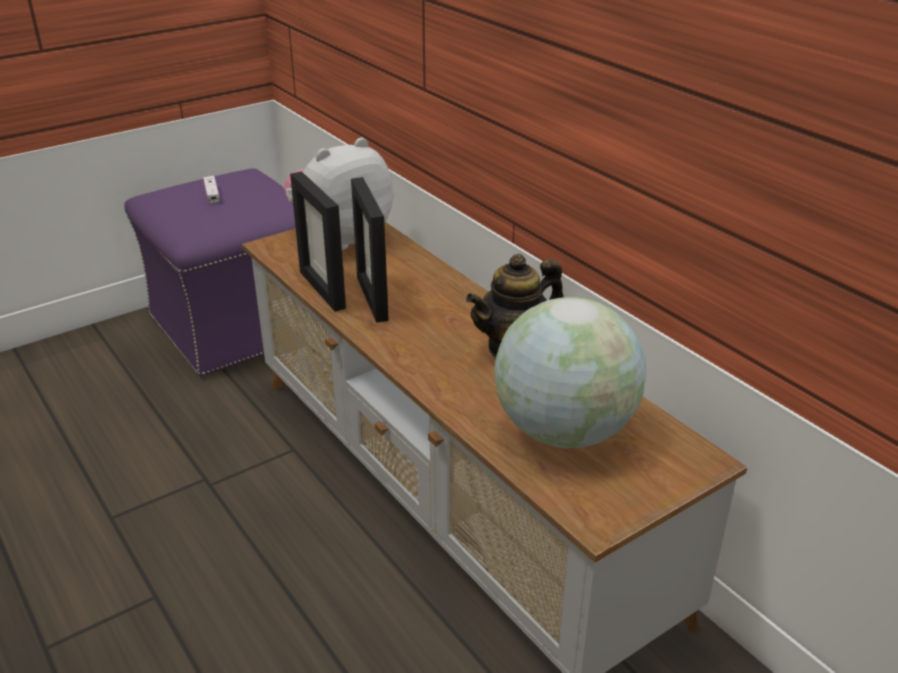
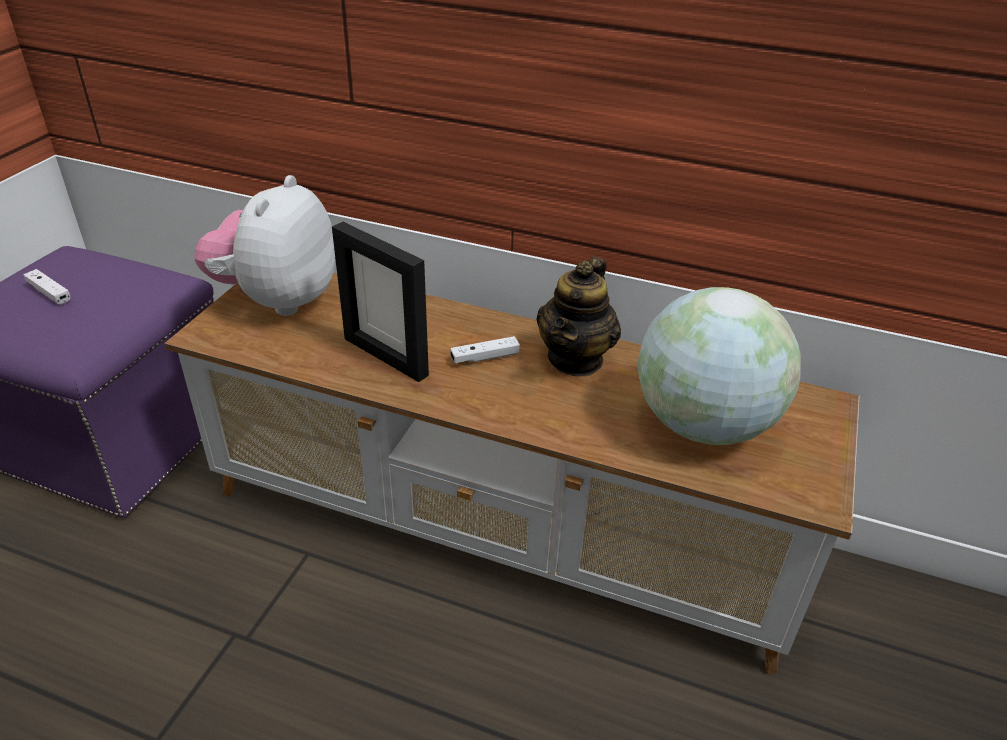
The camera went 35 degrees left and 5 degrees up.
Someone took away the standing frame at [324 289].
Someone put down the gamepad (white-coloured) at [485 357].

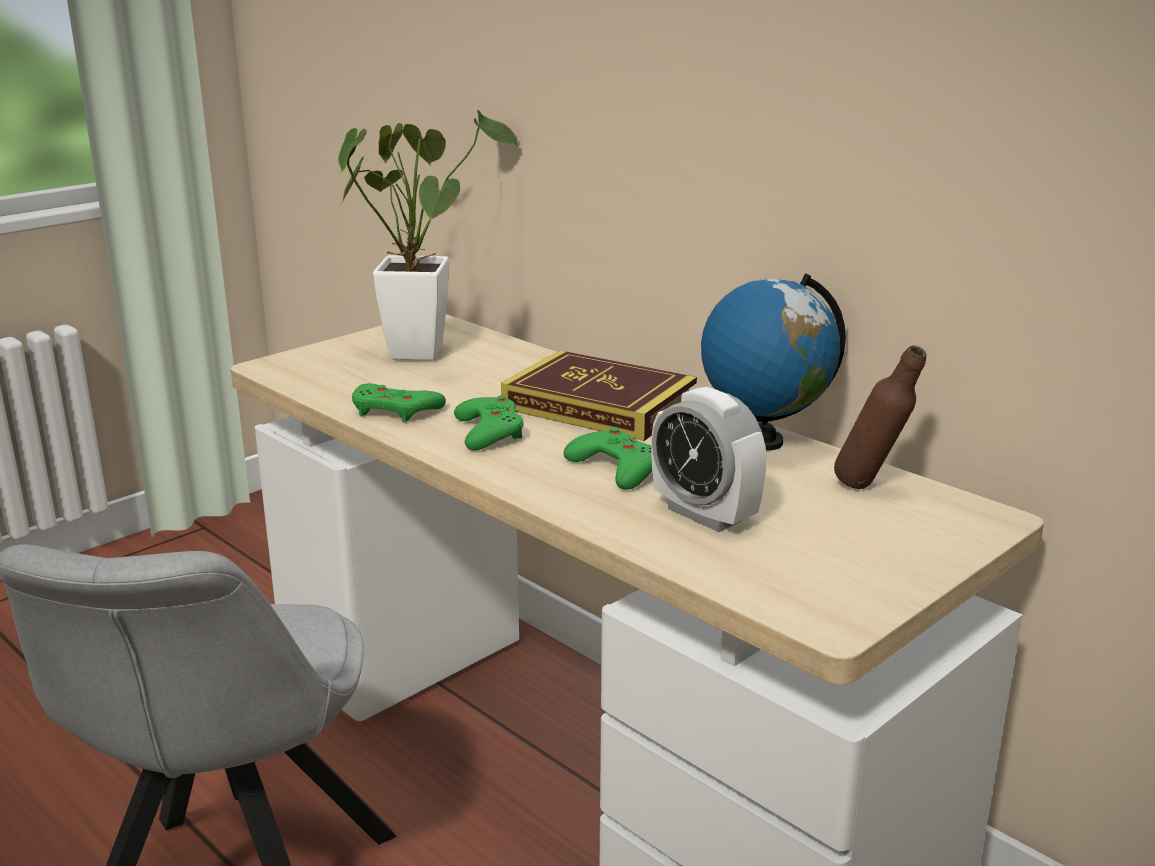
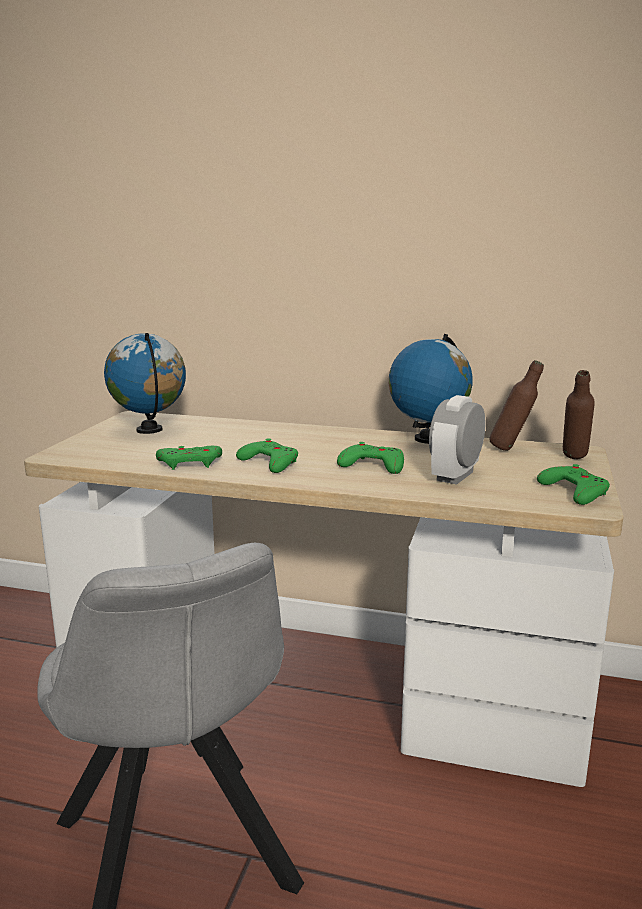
The camera went 30 degrees left and 5 degrees down.
Someone swapped the plant in a pot at [420 349] for the globe at [150 430].
Someone took away the volume at [599 405].
Someone rotated the alarm clock at [704 514] by 105 degrees clockwise.
Someone put down the gamepad (greenish) at [574 491].
Someone put down the bottle (brown-coloured) at [574 460].

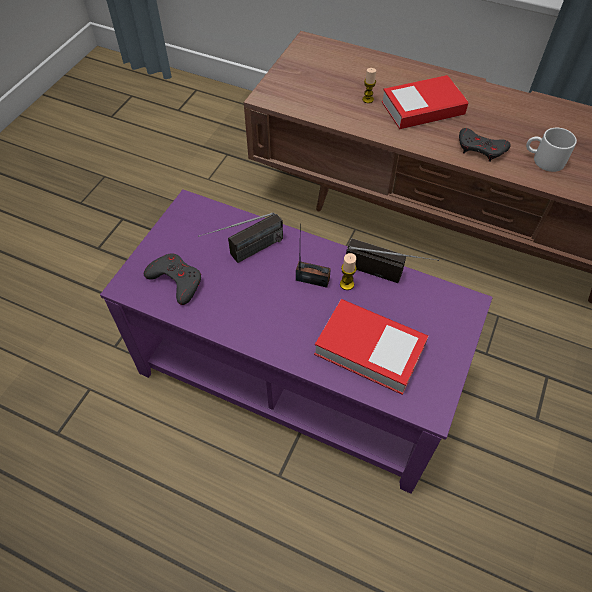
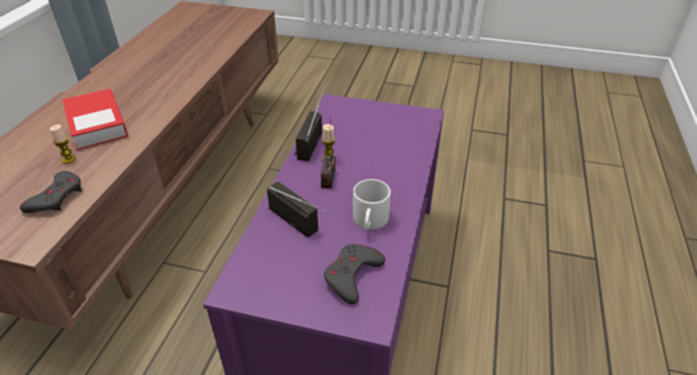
The camera went 100 degrees left and 15 degrees down.
Someone took away the volume at [370 350].
Someone carried the gamepad (greyish) from [481 148] to [56 197].
Someone carried the mug (white-coloured) from [543 160] to [370 221].

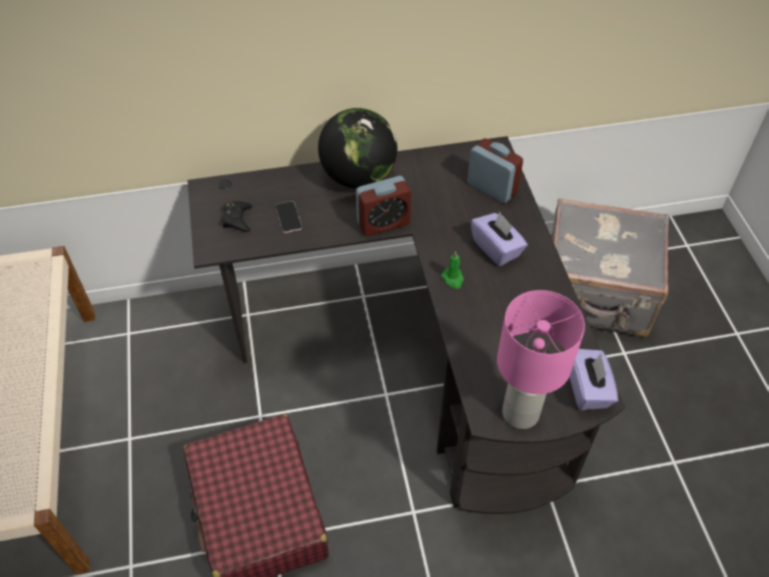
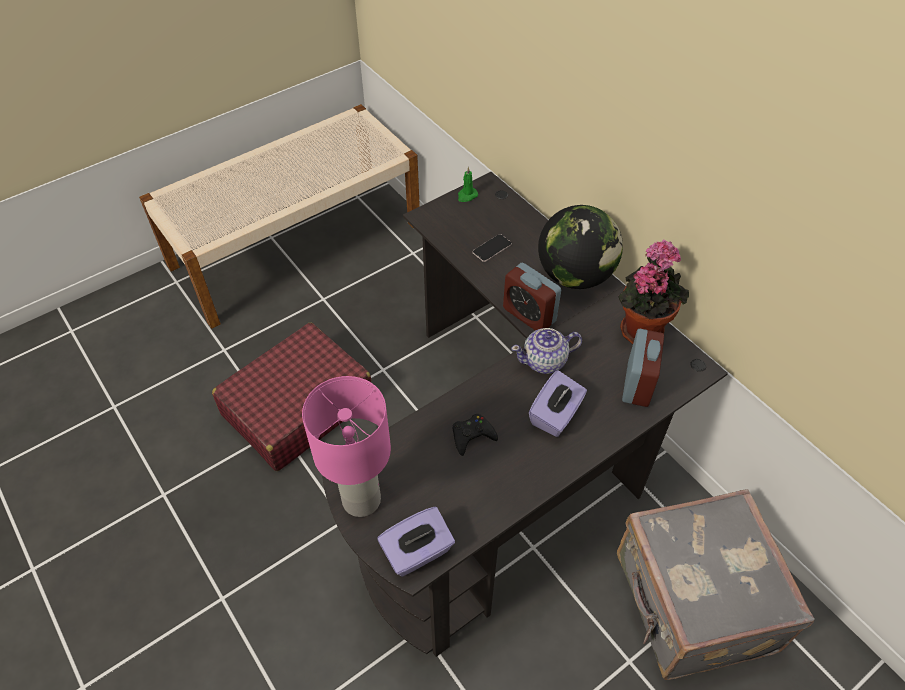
The camera went 65 degrees right and 0 degrees up.
Someone carried the gamepad (black-coloured) from [237 219] to [472 436].
Someone carried the wax light (greenish) from [453 279] to [467 196].
Someone put down the tea pot at [545 361].
Someone put down the plant in a pot at [641 328].

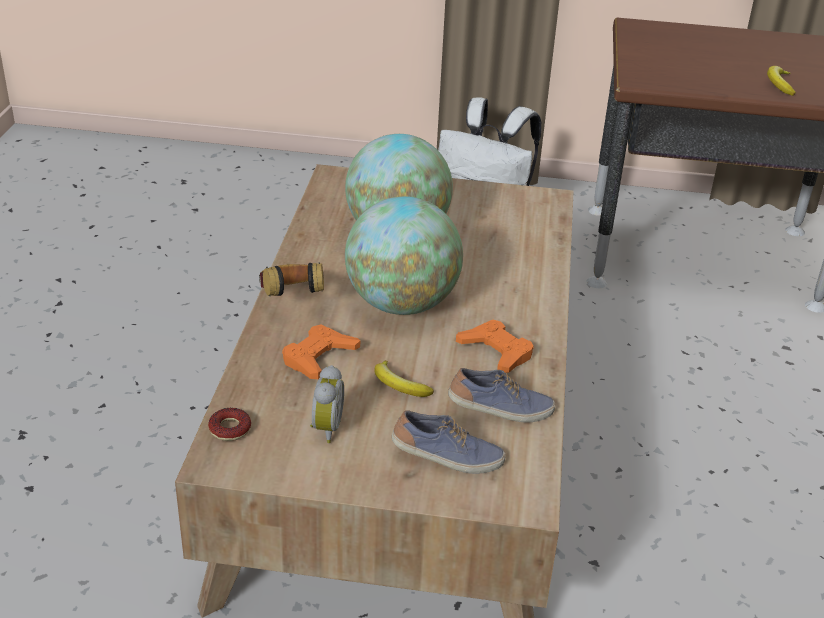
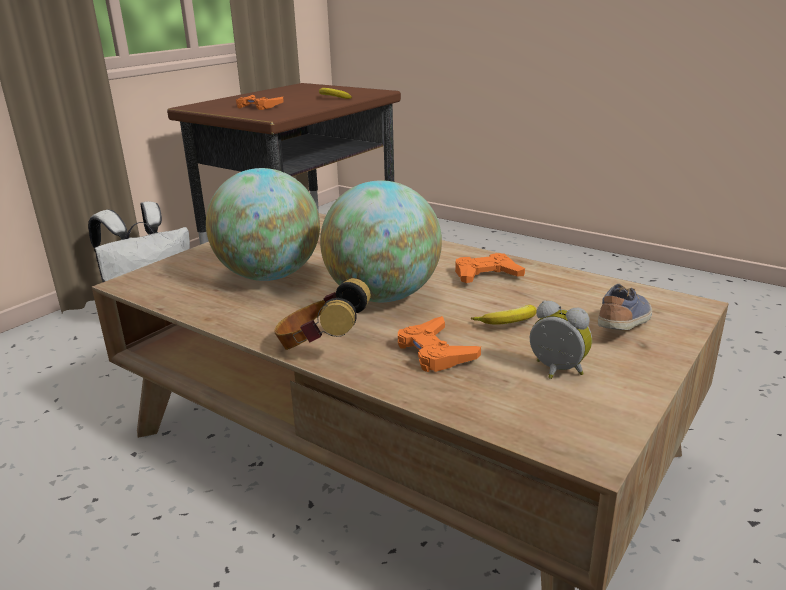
The camera went 60 degrees left and 10 degrees down.
Someone took away the donut at [230 429].
Someone took away the item of footwear at [500 410].
Someone put down the gamepad (orange-coloured) at [258 106].

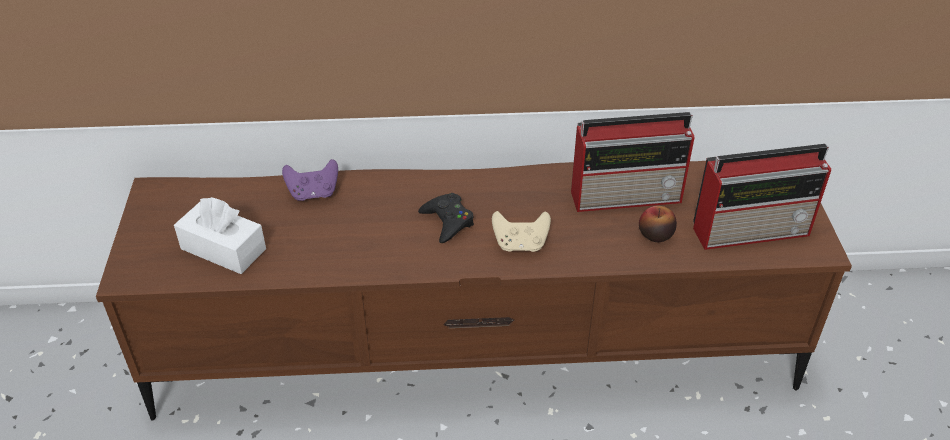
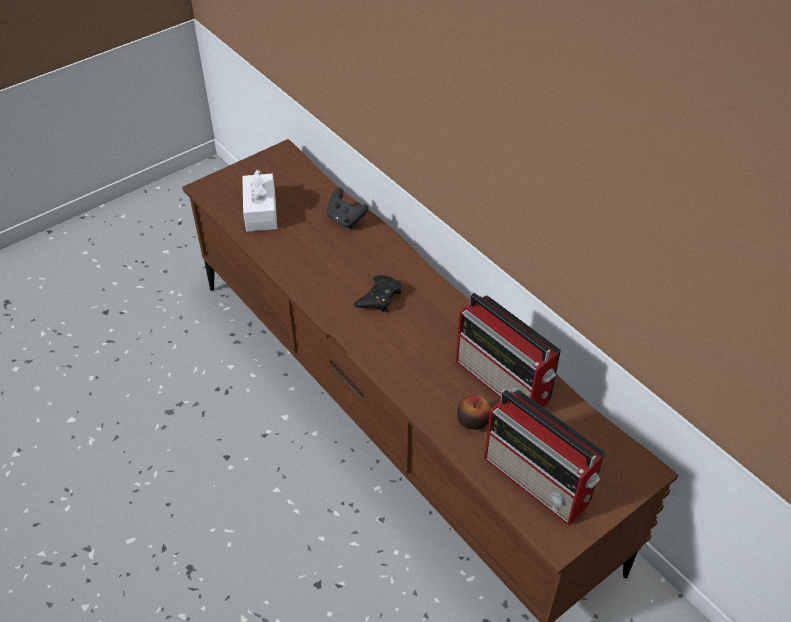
The camera went 55 degrees right and 5 degrees up.
Someone repainted the gamepad (purple-coloured) at [313 193], which became the gamepad (black-coloured) at [345 219].
Someone took away the gamepad (beige-coloured) at [520 244].

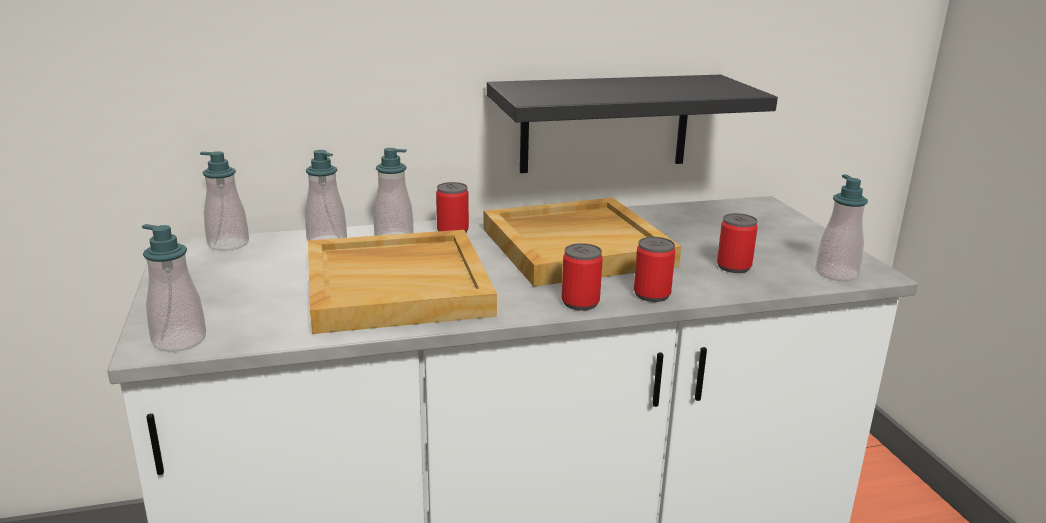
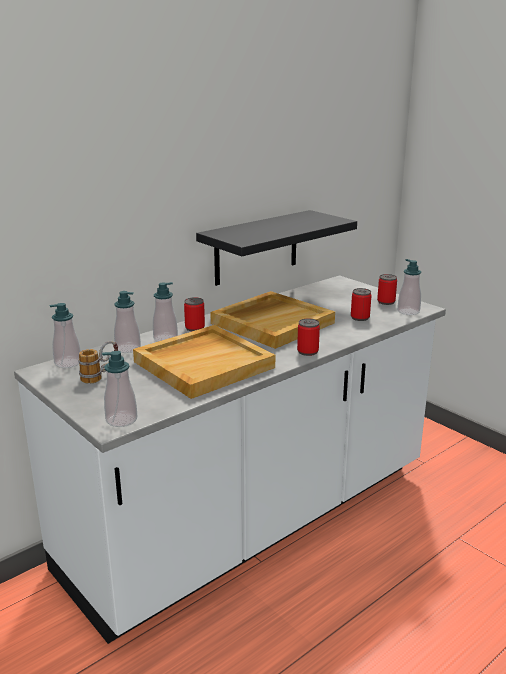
The camera went 25 degrees left and 0 degrees up.
Someone carried the can from [652 294] to [386 302].
Someone put down the mug at [100 376].

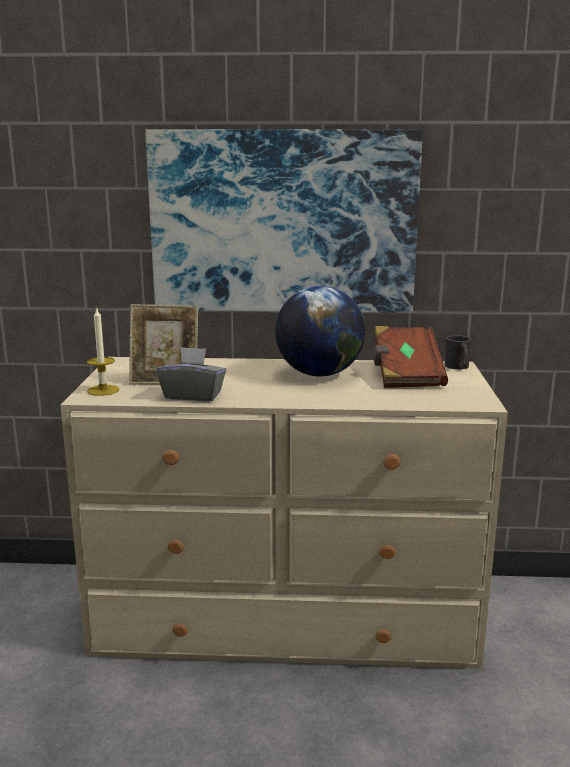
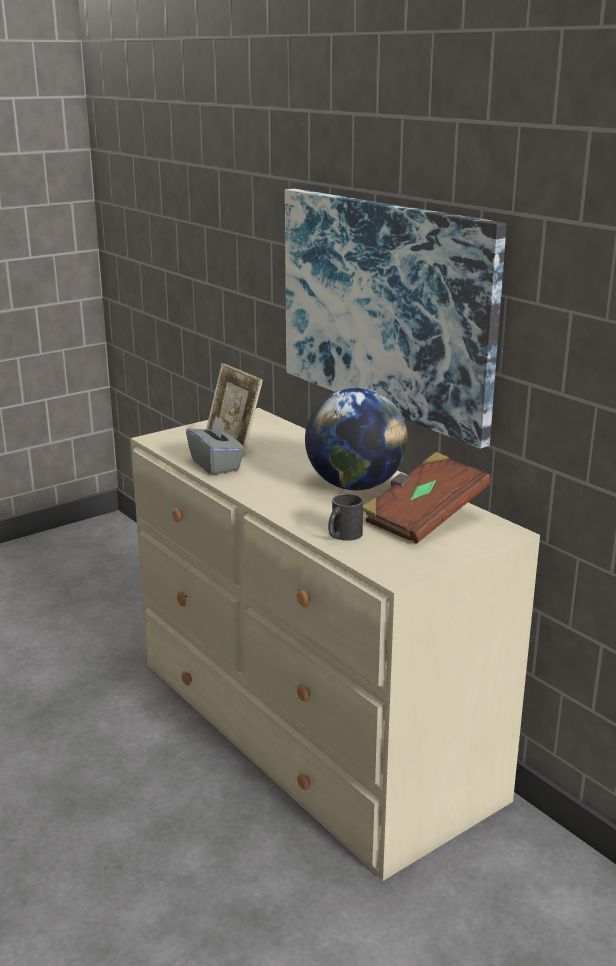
The camera went 50 degrees right and 5 degrees up.
Someone took away the wax light at [103 390].
Someone carried the mug (black-coloured) from [458 367] to [343 536].

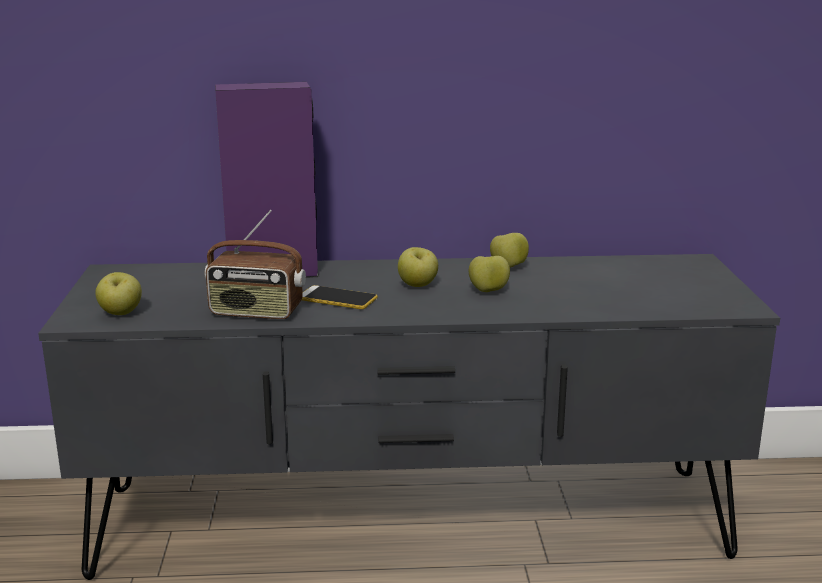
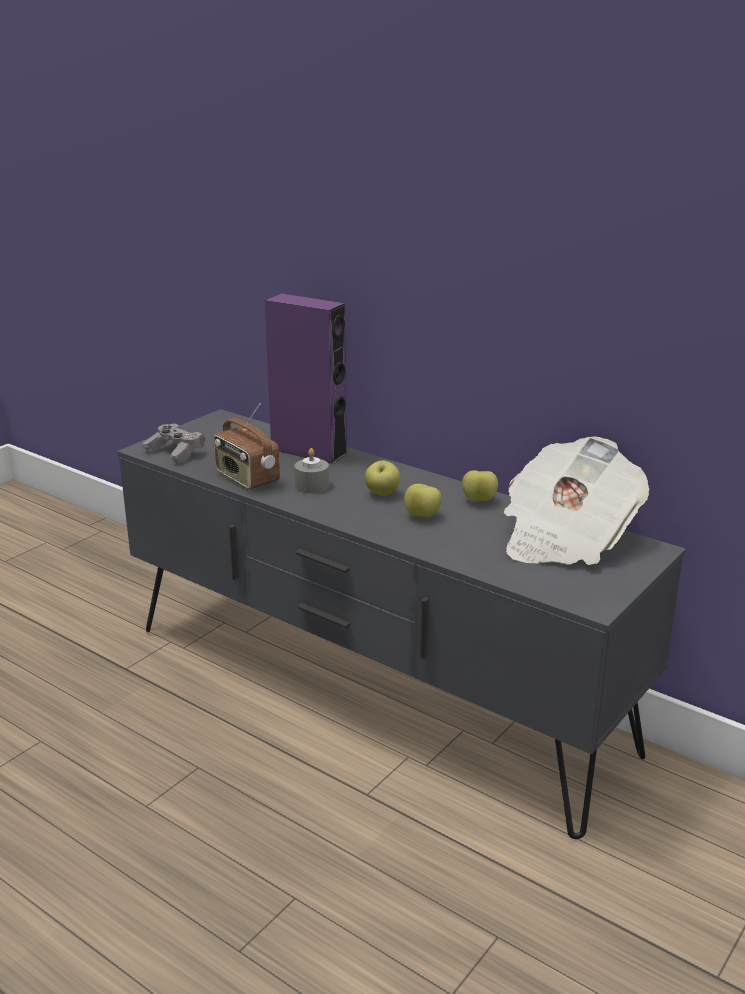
The camera went 40 degrees right and 5 degrees up.
Someone swapped the apple fruit at [121 314] for the gamepad (greyish) at [175 452].
Someone swapped the handset at [337 299] for the wax light (greyish) at [312 485].
Someone put down the daily paper at [565 537].

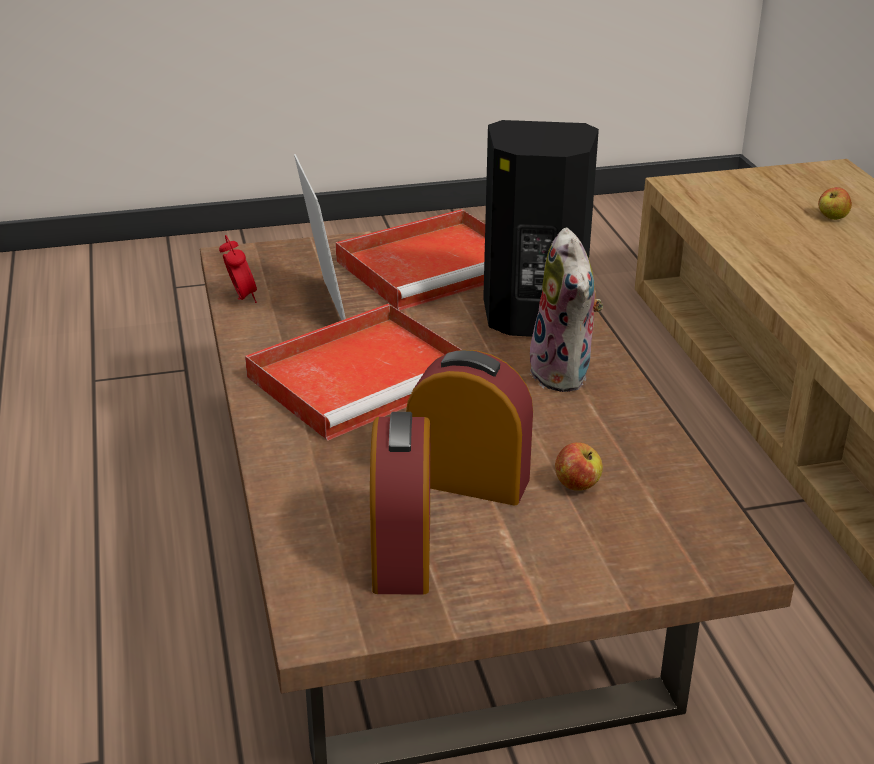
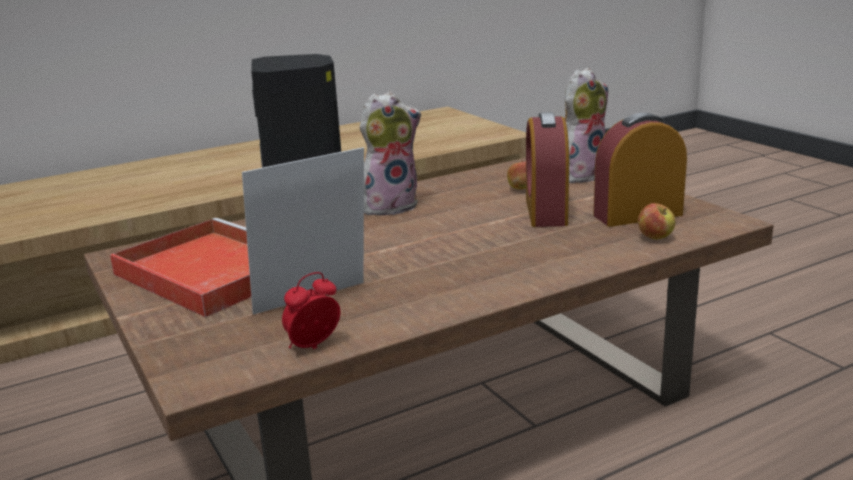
The camera went 105 degrees left and 10 degrees down.
Someone took away the carrying tray (red) at [363 376].
Someone carried the apple fruit from [832 217] to [655 238].
Someone put down the soft toy at [580 175].

